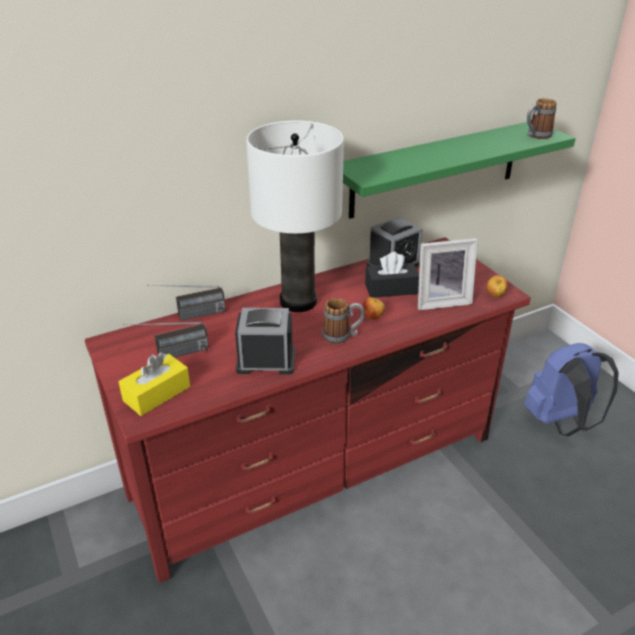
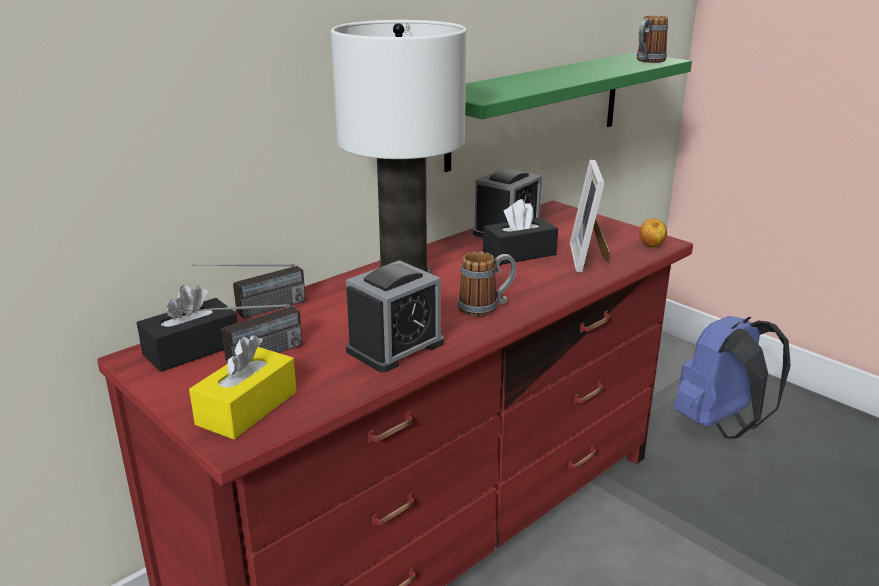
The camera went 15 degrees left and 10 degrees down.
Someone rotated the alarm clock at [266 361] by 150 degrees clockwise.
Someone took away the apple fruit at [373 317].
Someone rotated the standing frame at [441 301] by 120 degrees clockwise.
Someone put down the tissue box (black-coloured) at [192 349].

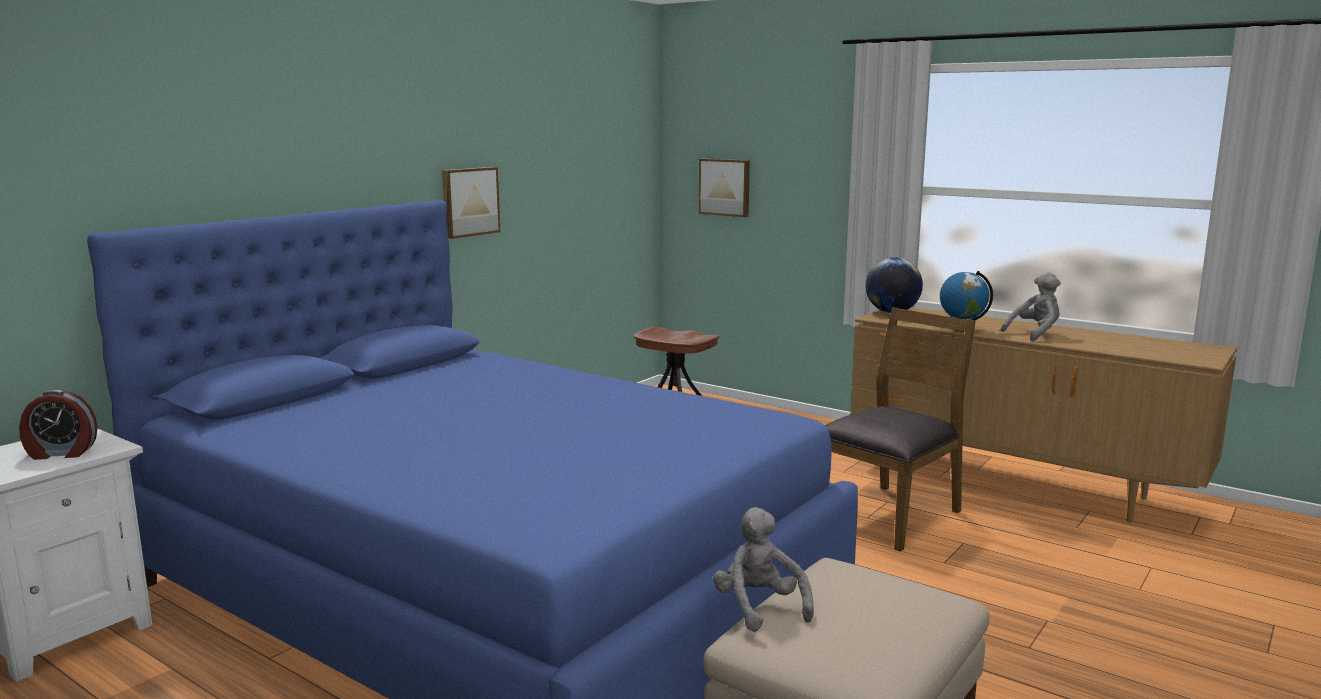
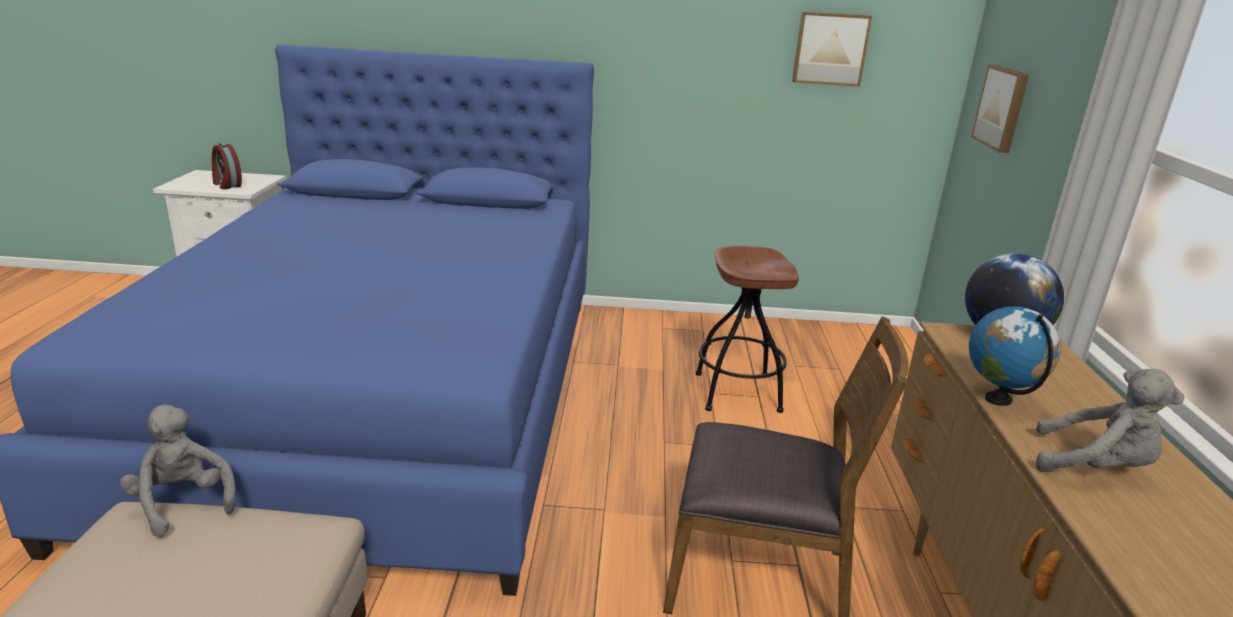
The camera went 55 degrees right and 10 degrees up.
Someone carried the picture from [469 201] to [830 49].
Someone rotated the soft toy (greyish) at [759 607] by 75 degrees counterclockwise.

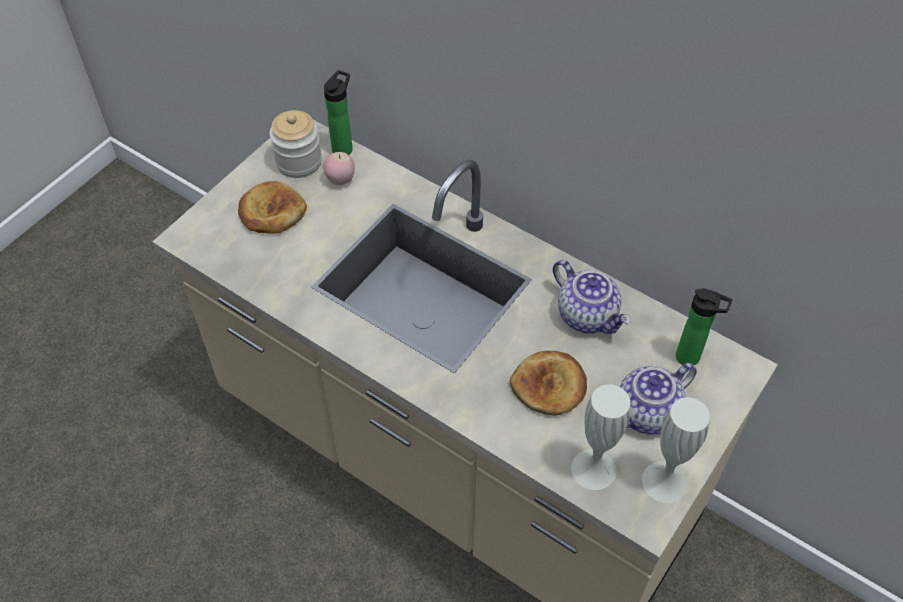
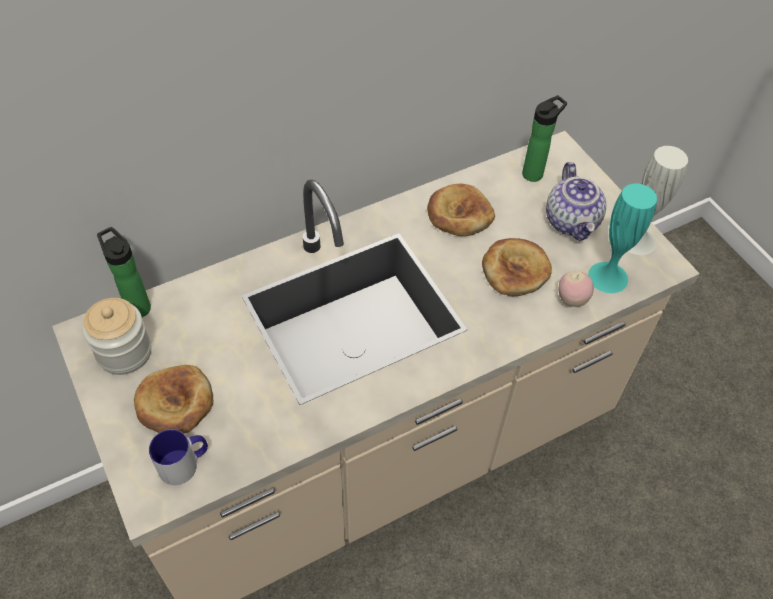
The camera went 65 degrees left and 0 degrees up.
Someone carried the apple fruit from [340 180] to [571 300].
Someone swapped the tea pot at [588 315] for the bread at [459 214].
Someone repainted the vase (white-coloured) at [593 469], which became the vase (blue-green) at [608 277].
Someone put down the mug at [185 464].

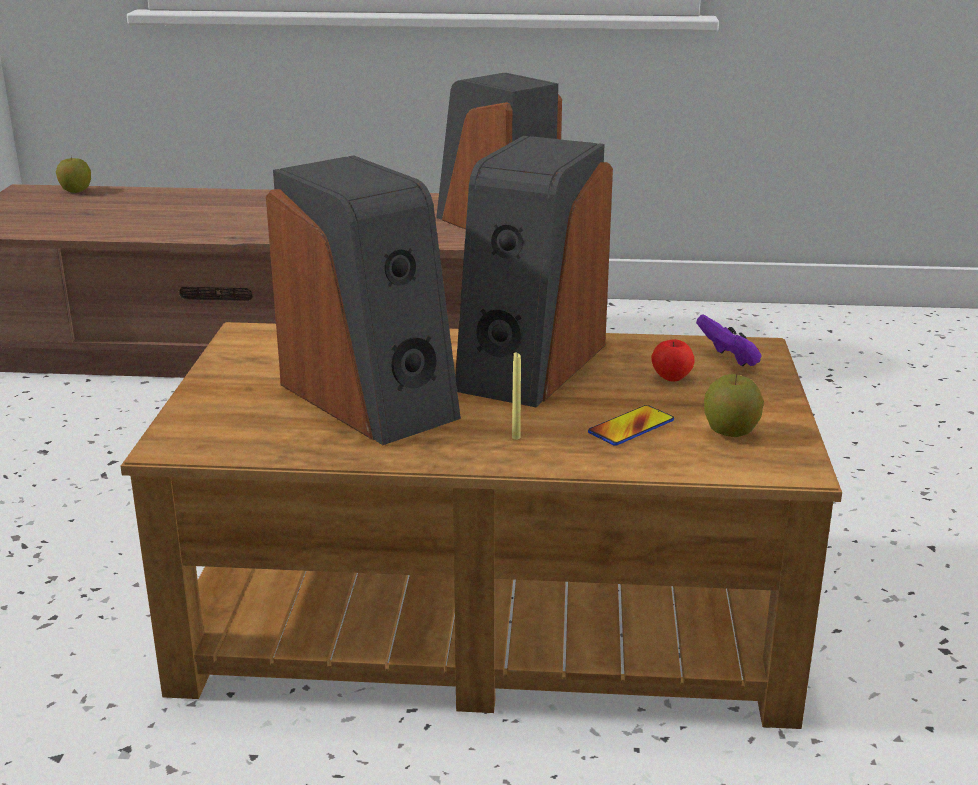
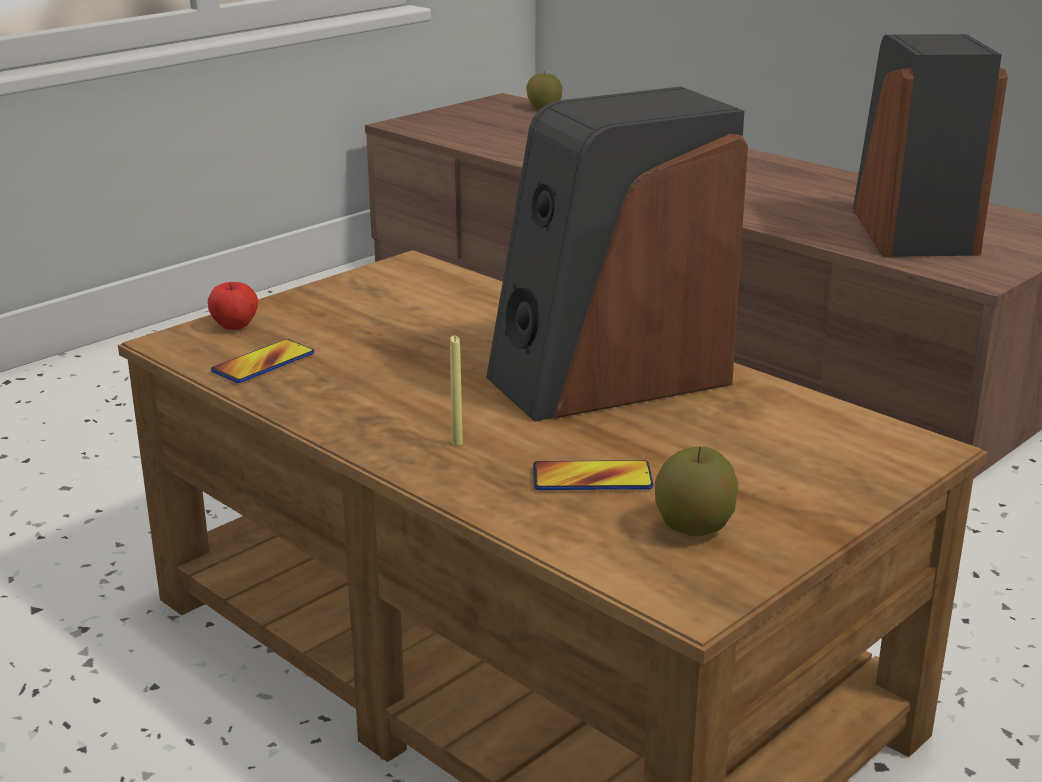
The camera went 40 degrees right and 0 degrees up.
Someone took away the loudspeaker at [371 399].
Someone carried the apple fruit from [671 377] to [235 326].
Someone took away the gamepad (purple-coloured) at [729 360].
Someone put down the handset at [263 363].

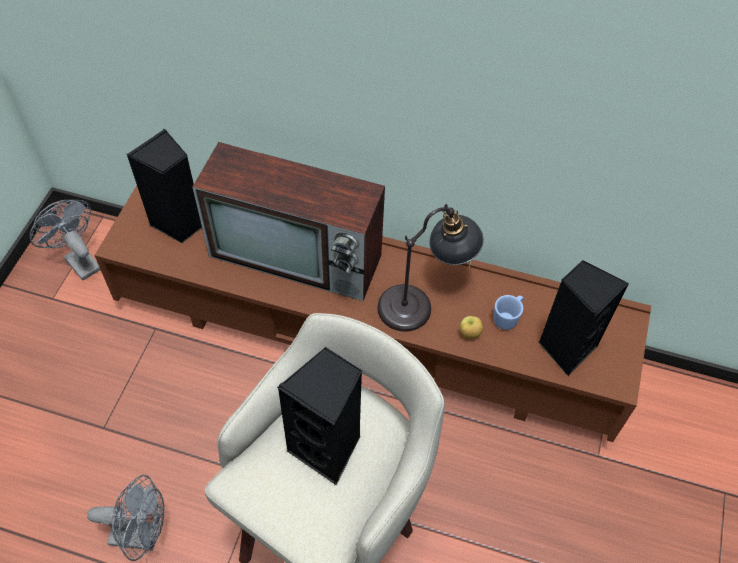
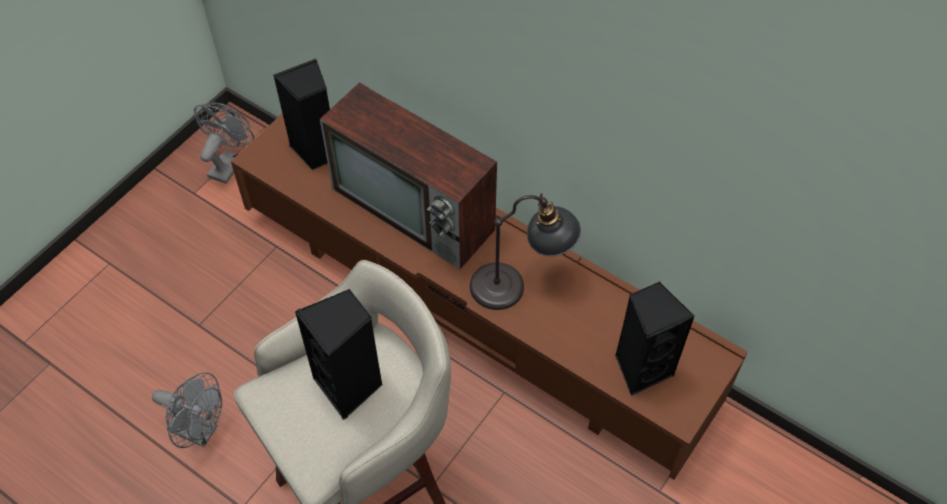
The camera went 20 degrees right and 0 degrees up.
Someone rotated the fan (greyish) at [78 260] by 45 degrees clockwise.
Someone took away the apple fruit at [469 334].
Someone took away the mug (bluish) at [507 318].

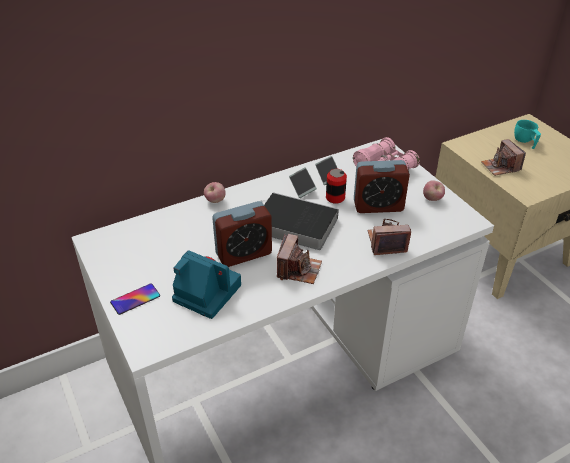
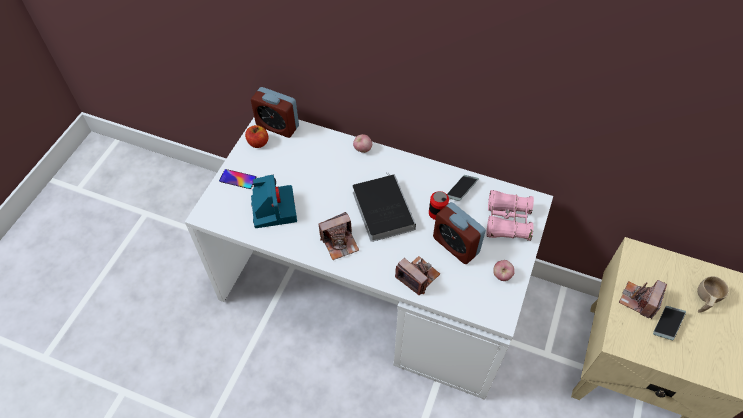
The camera went 50 degrees right and 15 degrees up.
Someone carried the alarm clock from [244 254] to [277 126].
Someone carried the handset from [302 186] to [667 324].
Someone repainted the small cup (blue-green) at [525 142], which became the small cup (beige-coloured) at [704 300].
Someone put down the apple fruit at [258 143].

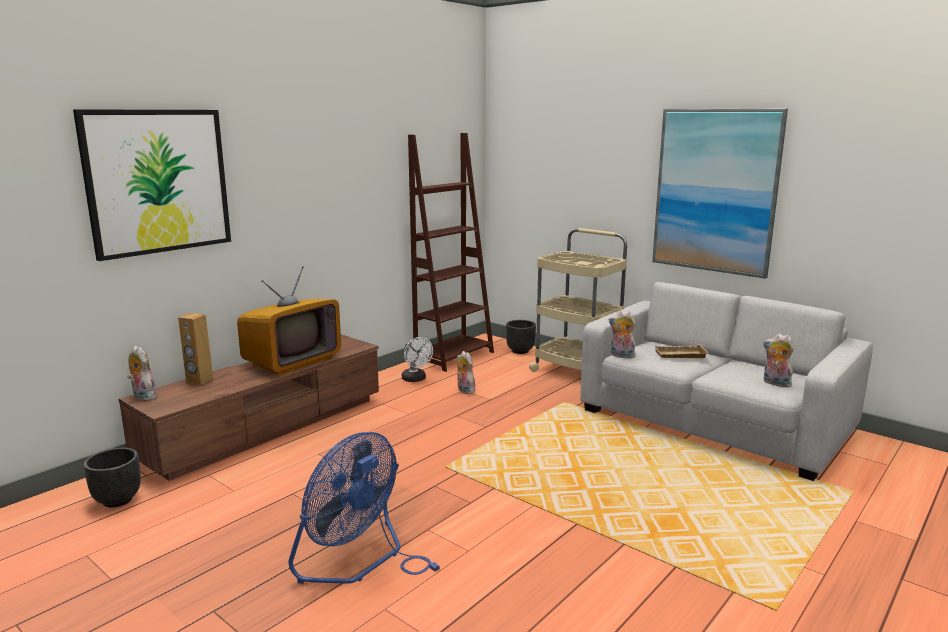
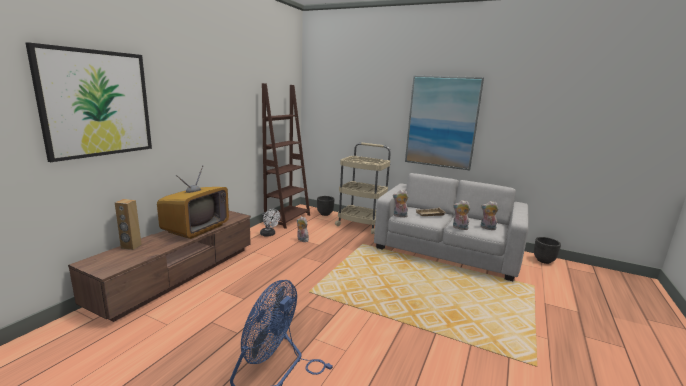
The camera went 15 degrees left and 0 degrees up.
Someone carried the flower pot (black-coloured) from [118 500] to [544 260].
Someone carried the soft toy from [142 397] to [459 228].

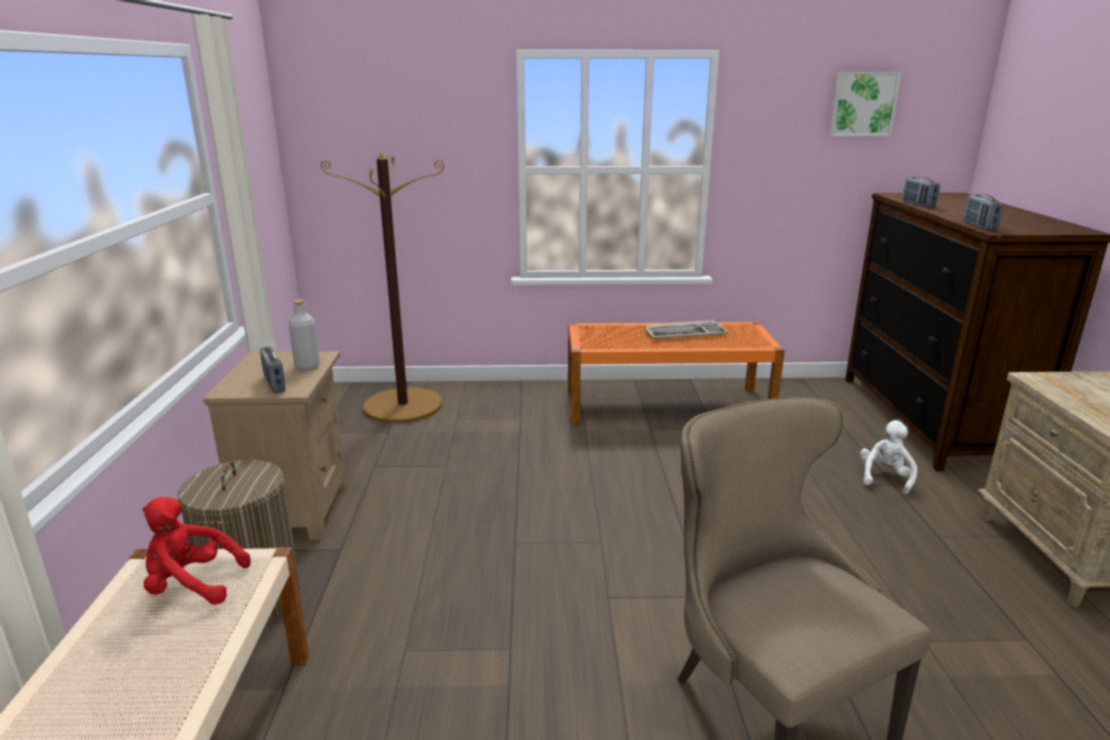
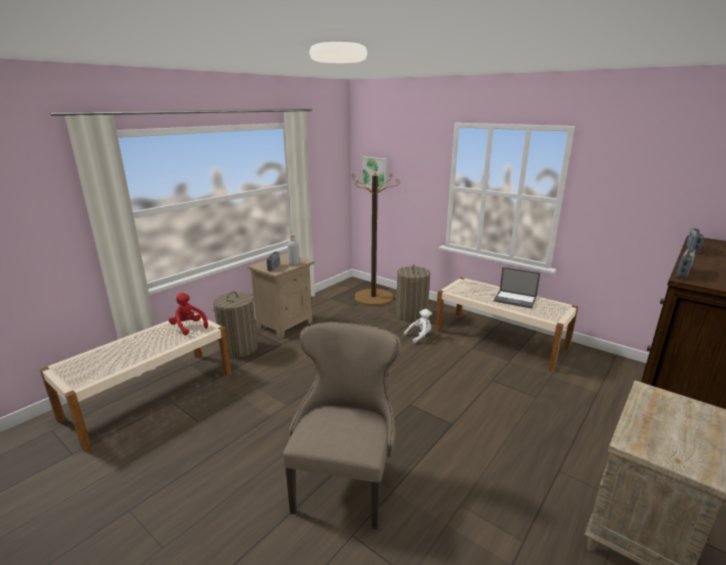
The camera went 40 degrees right and 0 degrees up.
Someone repainted the indoor bench (orange-coloured) at [666 405], which became the indoor bench (beige-coloured) at [500 339].
Someone swapped the keyboard at [685 333] for the portable computer at [515 299].
Someone carried the picture from [863 104] to [375 172].
Someone carried the soft toy (white-coloured) from [885 478] to [419 336].
Someone put down the laundry basket at [411 315].

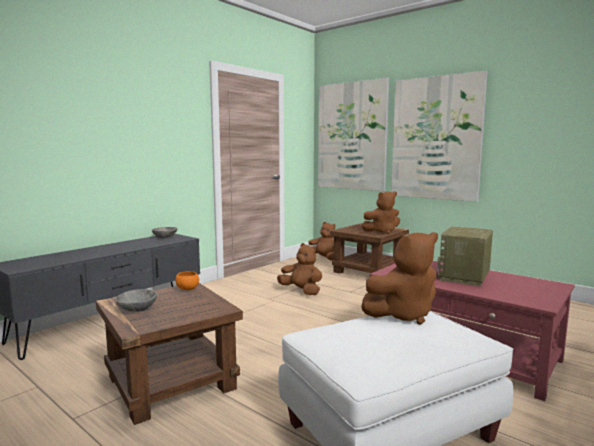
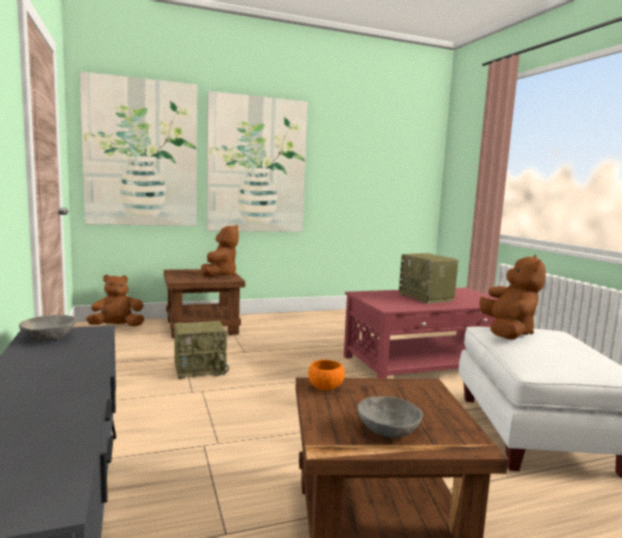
The camera went 60 degrees left and 0 degrees up.
Someone swapped the soft toy (brown-coloured) at [301 291] for the radio receiver at [200 369].

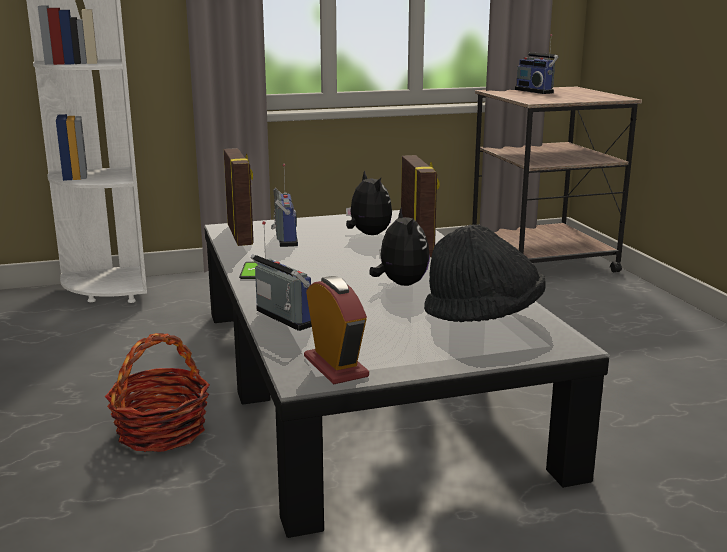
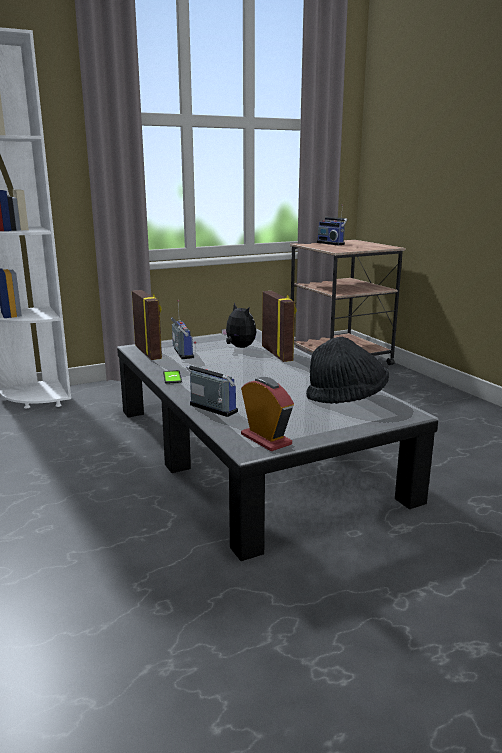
The camera went 10 degrees left and 0 degrees up.
Someone took away the household basket at [161 431].
Someone took away the soft toy at [400 284].

